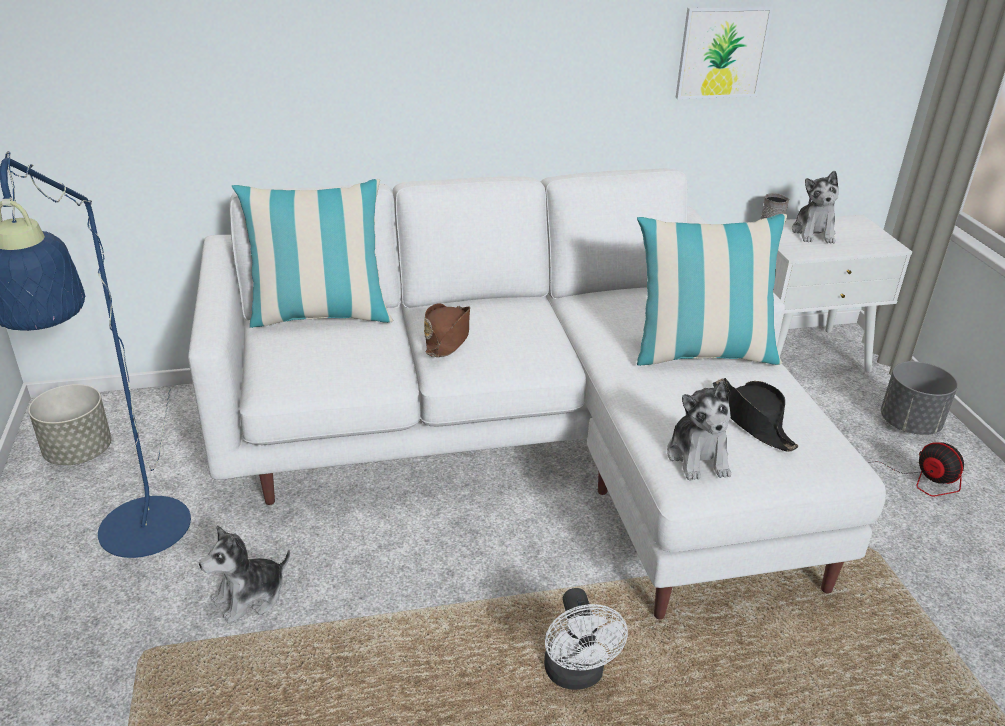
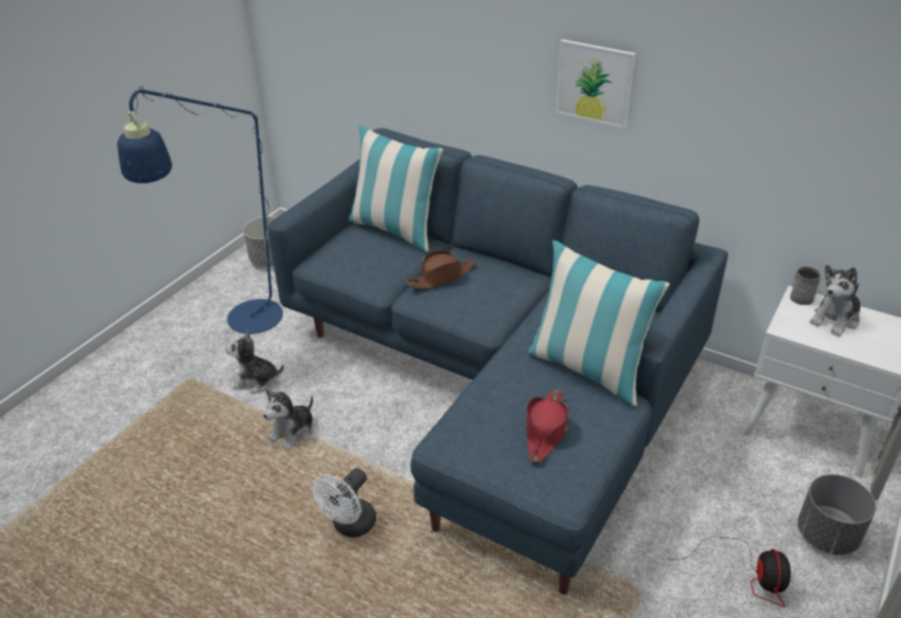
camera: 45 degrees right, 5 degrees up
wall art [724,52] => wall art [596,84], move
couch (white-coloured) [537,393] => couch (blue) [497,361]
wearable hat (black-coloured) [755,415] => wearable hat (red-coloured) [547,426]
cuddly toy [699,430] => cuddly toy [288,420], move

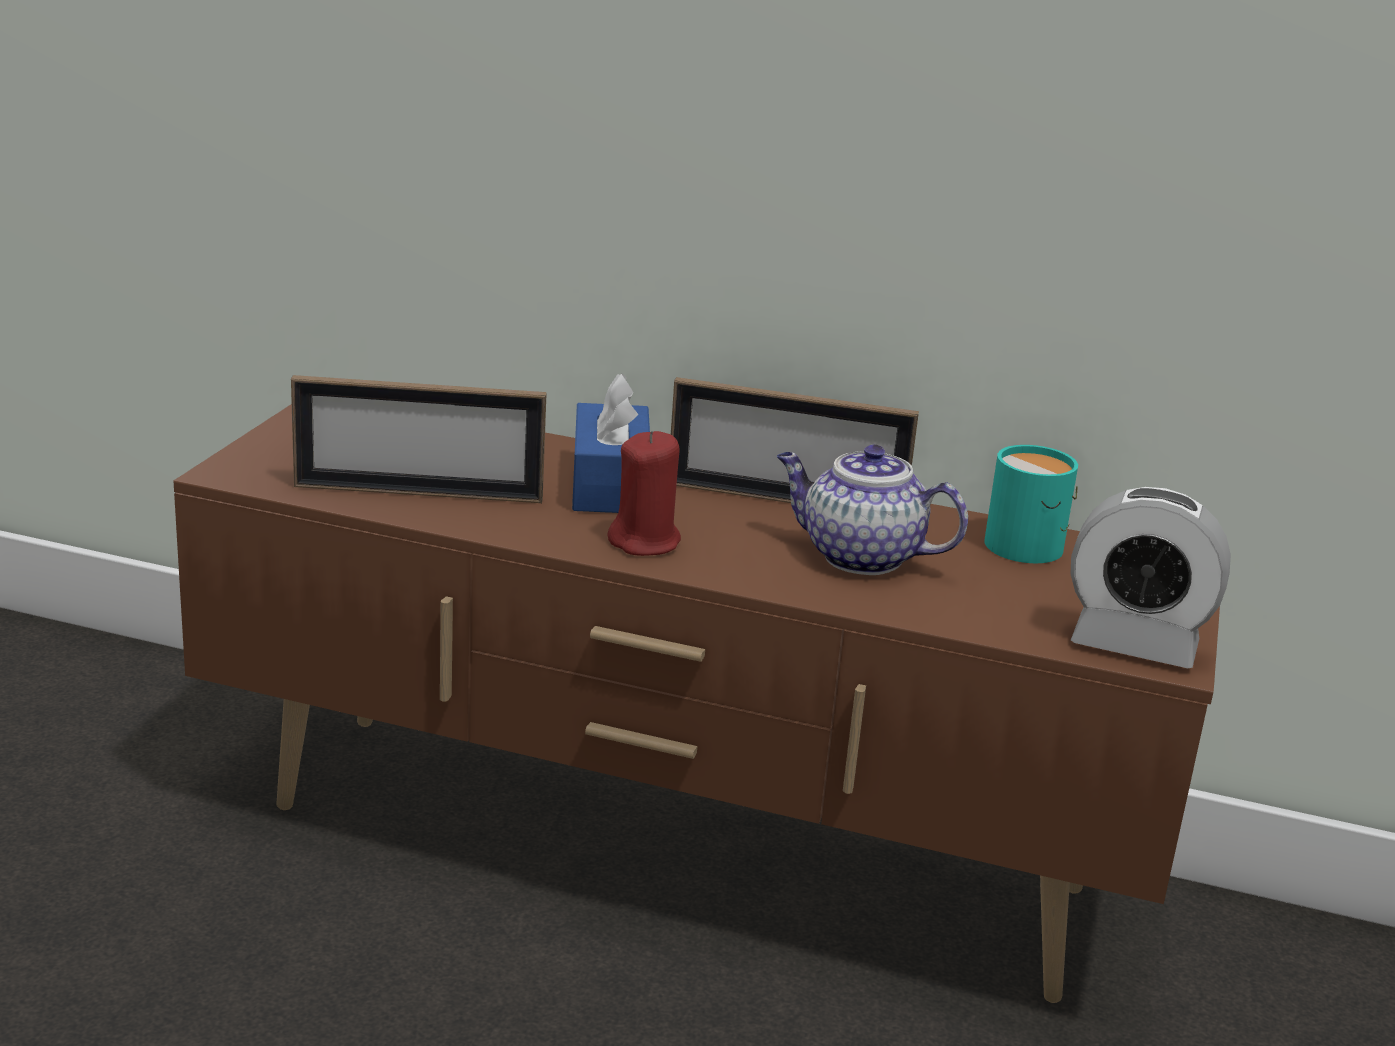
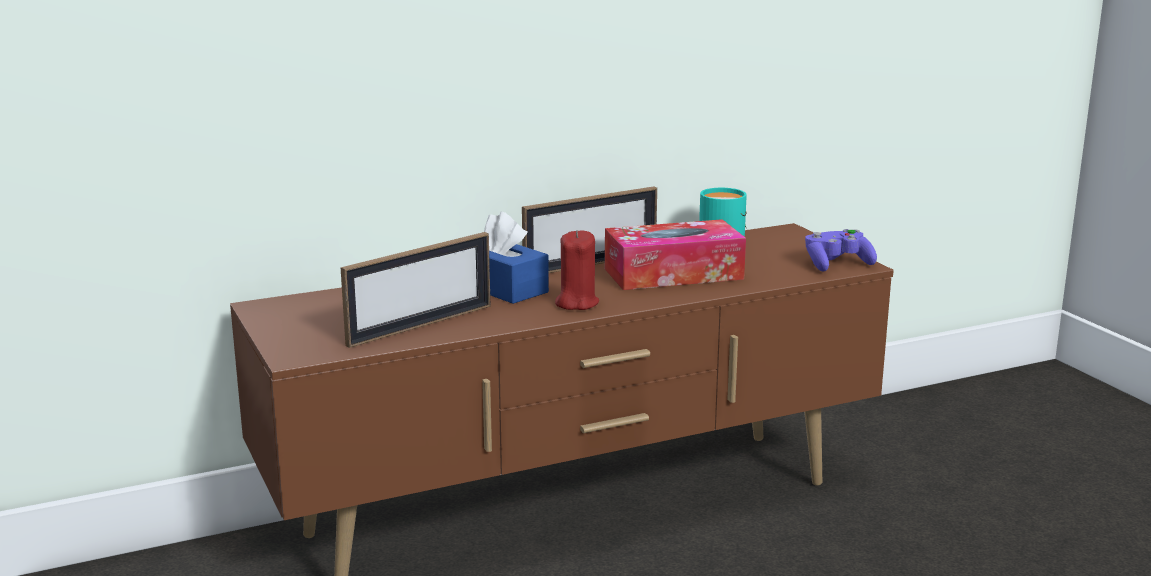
camera: 40 degrees left, 5 degrees down
tea pot [872,510] => tissue holder [675,254]
table clock [1150,577] => game controller (purplish) [841,250]

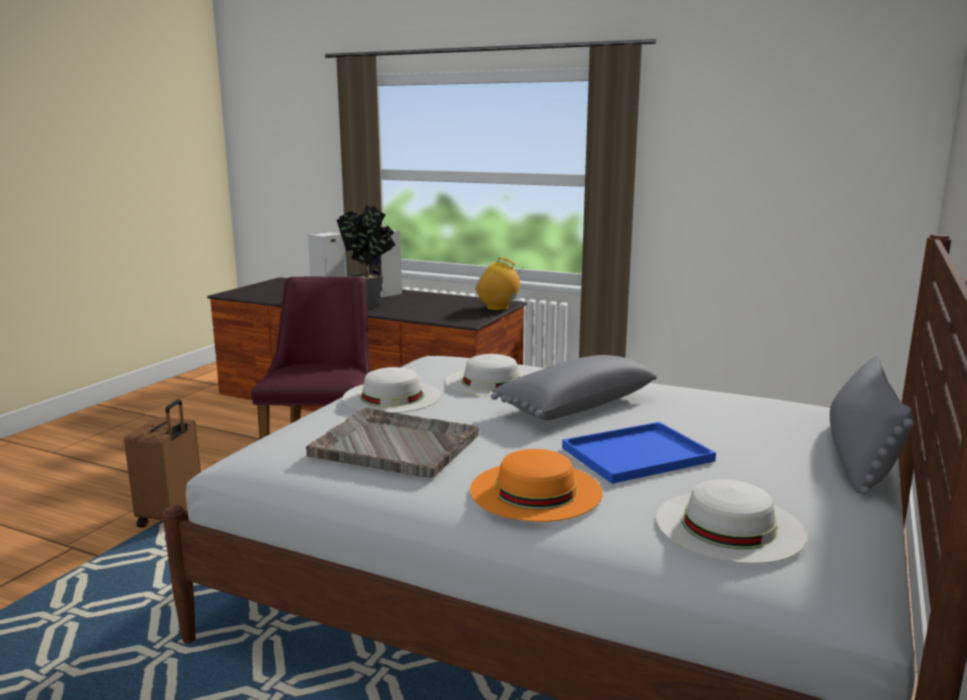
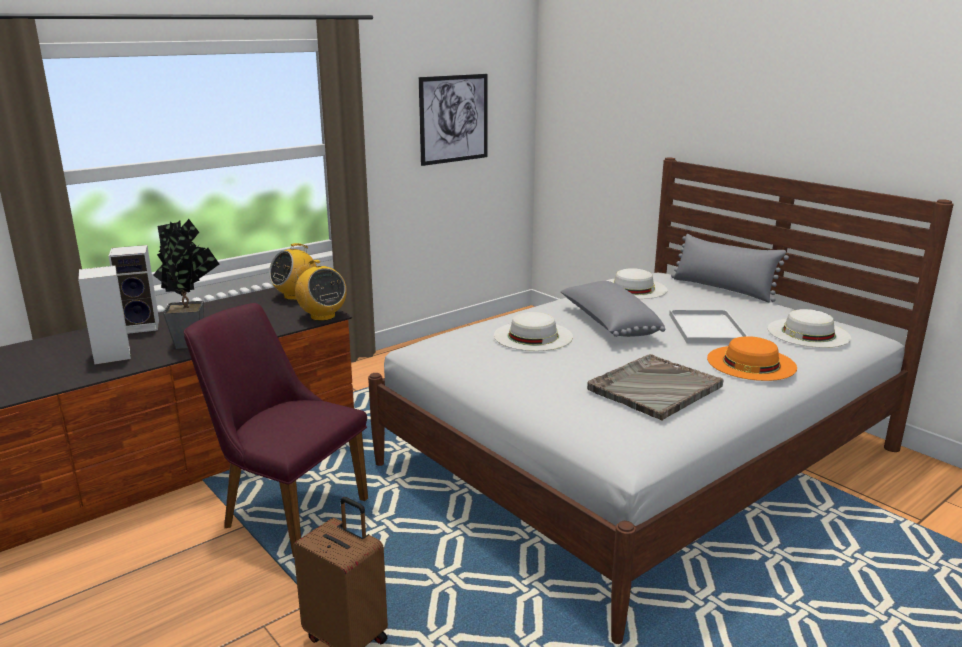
camera: 65 degrees left, 5 degrees up
wearable hat (white-coloured) [392,390] => wearable hat (white-coloured) [637,283], move
carrying tray (blue) [639,453] => carrying tray (white-coloured) [708,327]
nothing => wall art [453,120]
nothing => radio set [321,290]

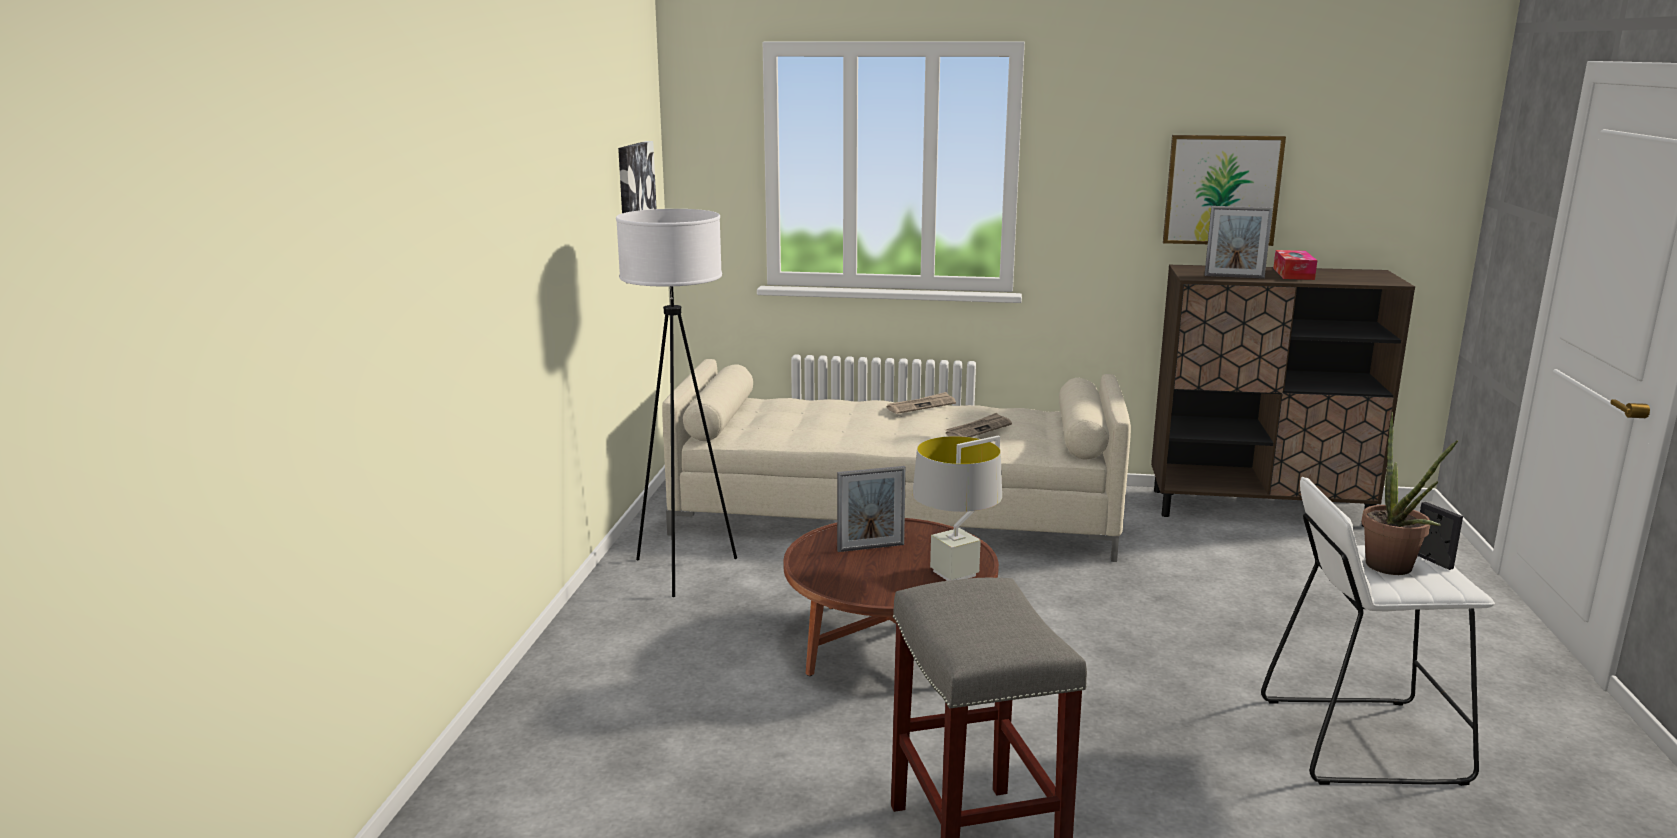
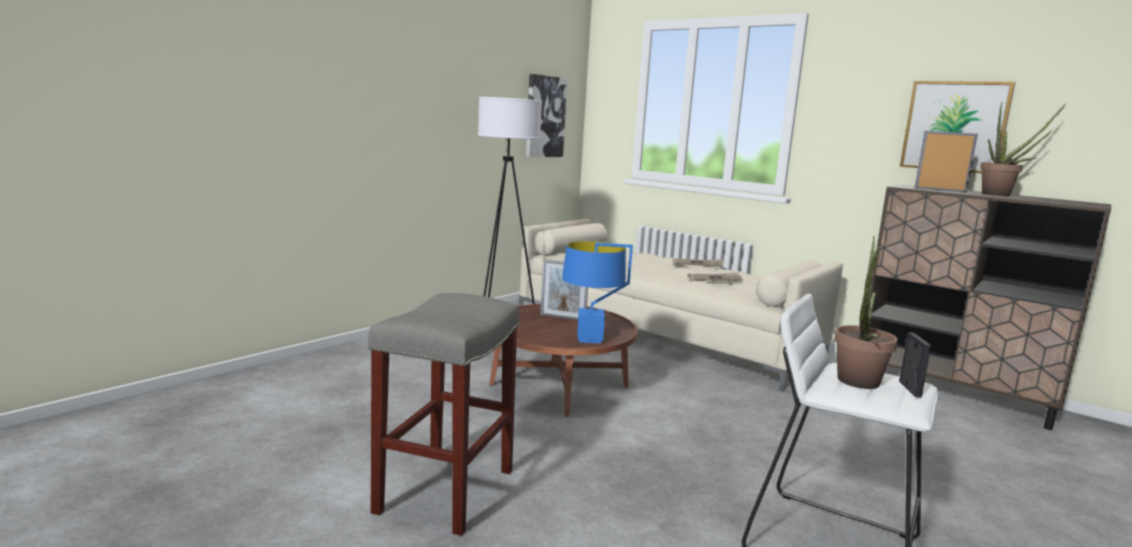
camera: 30 degrees right, 5 degrees down
photo frame [1239,242] => photo frame [946,162], 150 degrees clockwise
tissue holder [1295,265] => houseplant [1023,149]
lamp for a table (grey) [957,508] => lamp for a table (blue) [597,292]

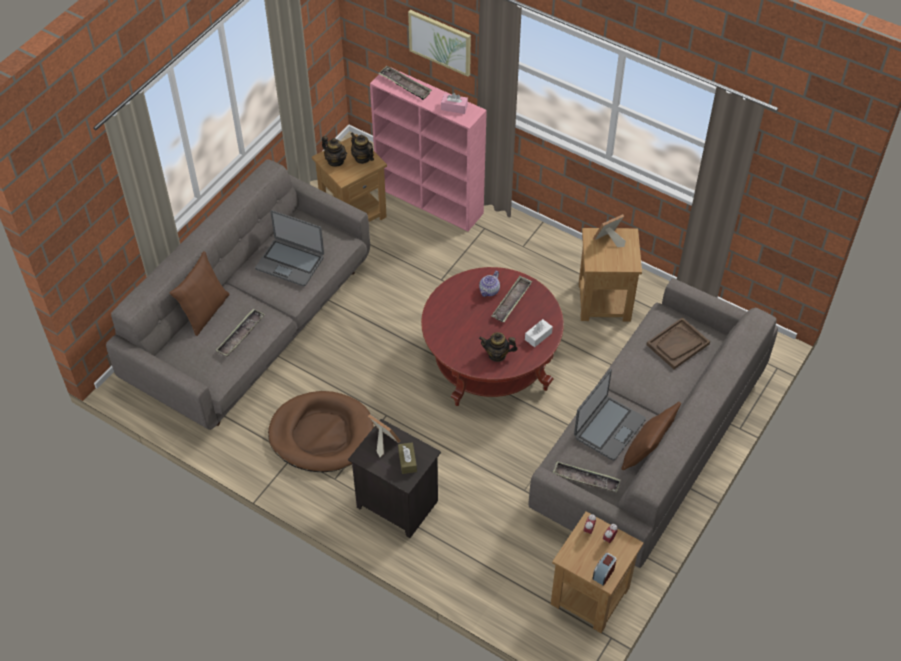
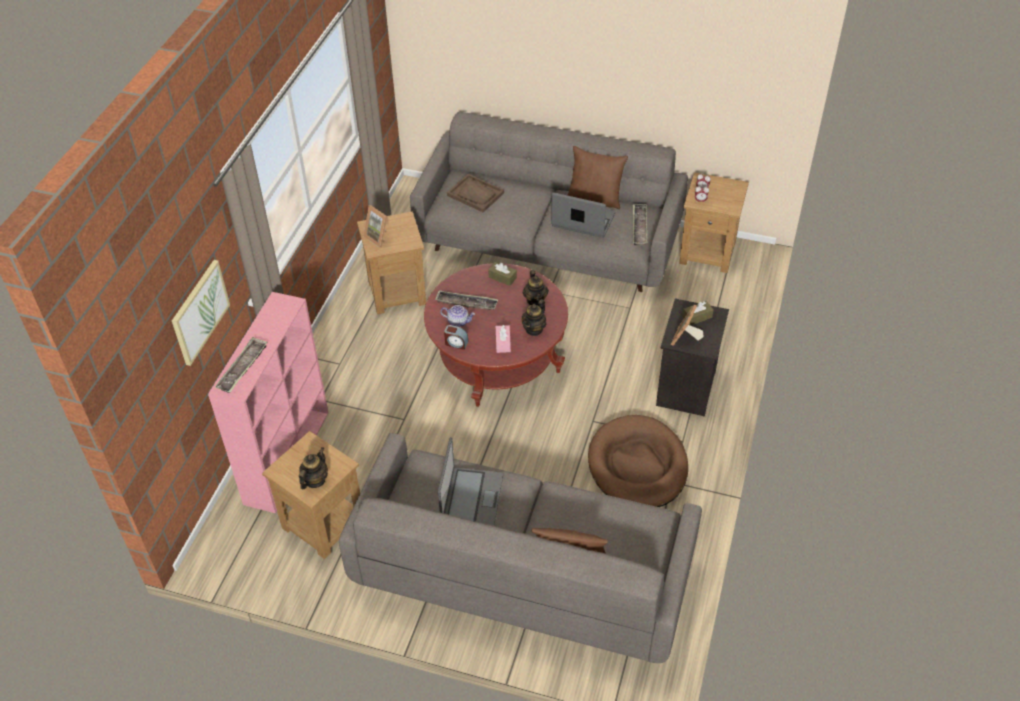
camera: 105 degrees left, 5 degrees down
tissue holder (pink) [454,103] => tissue holder (pink) [503,339], move
tea pot [362,148] => tea pot [534,317], move
carrying tray [240,333] => nothing
tissue holder (white-coloured) [539,333] => tissue holder (brownish) [502,274]
table clock [604,569] => table clock [456,337], move

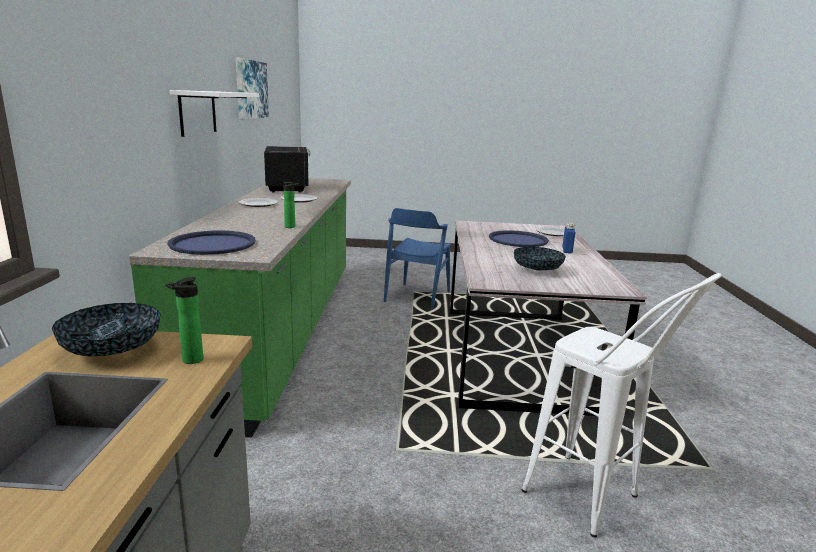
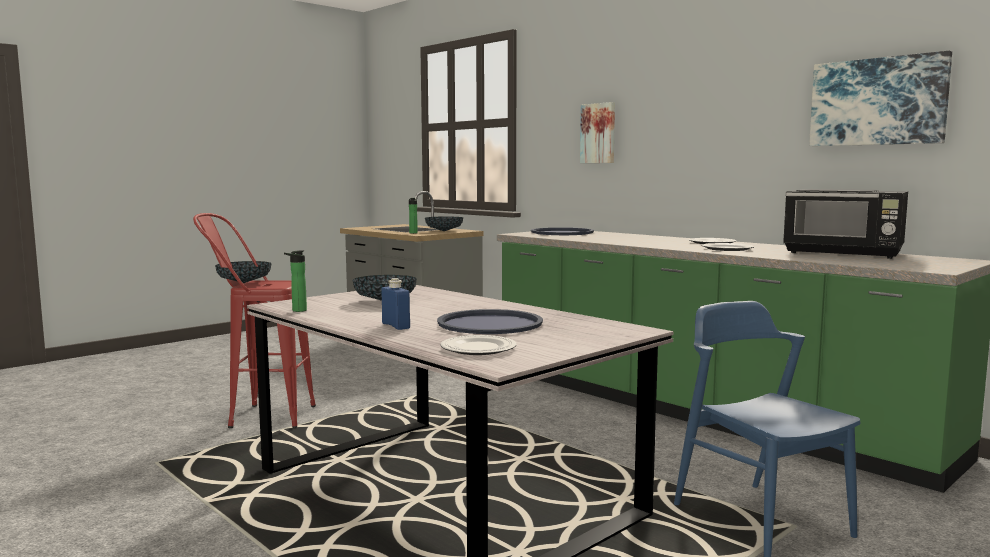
camera: 135 degrees right, 10 degrees down
shelf (white-coloured) [214,113] => nothing
beverage bottle [291,205] => beverage bottle [295,281], move
sitting stool (white-coloured) [622,405] => sitting stool (red-coloured) [254,320]
nothing => wall art [597,132]
nothing => bowl [243,272]

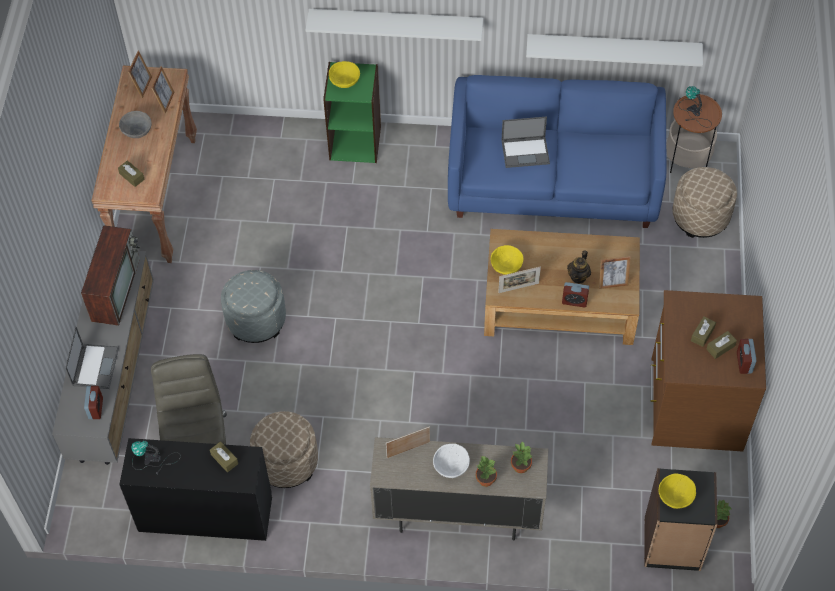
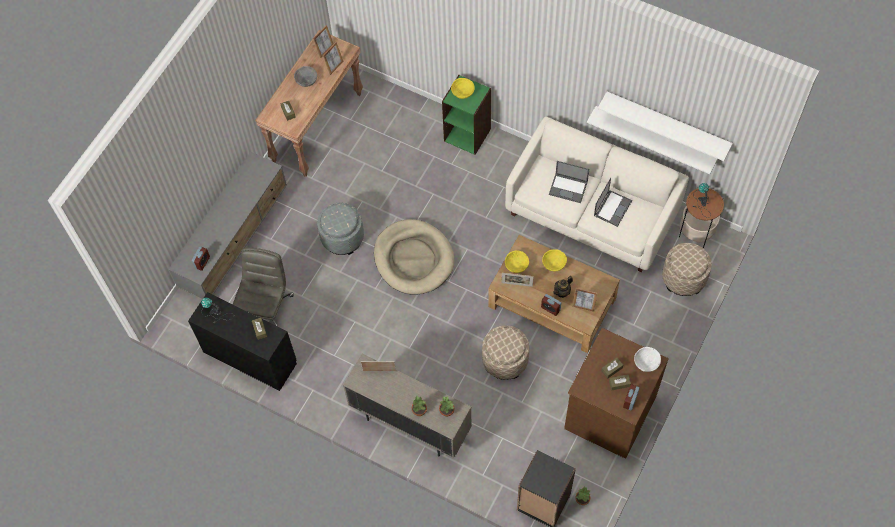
camera: 25 degrees right, 5 degrees up
shelf (white-coloured) [394,25] => shelf (white-coloured) [665,126], move
couch (blue) [557,151] => couch (white-coloured) [597,194]
TV [110,275] => nothing
notebook computer [92,358] => notebook computer [613,202], move
ottoman (sand-coloured) [284,449] => ottoman (sand-coloured) [505,352], move
bowl (white-coloured) [451,461] => bowl (white-coloured) [647,359], move
bowl (yellow) [677,491] => bowl (yellow) [554,260], move
nothing => pet bed (sand-coloured) [414,257]

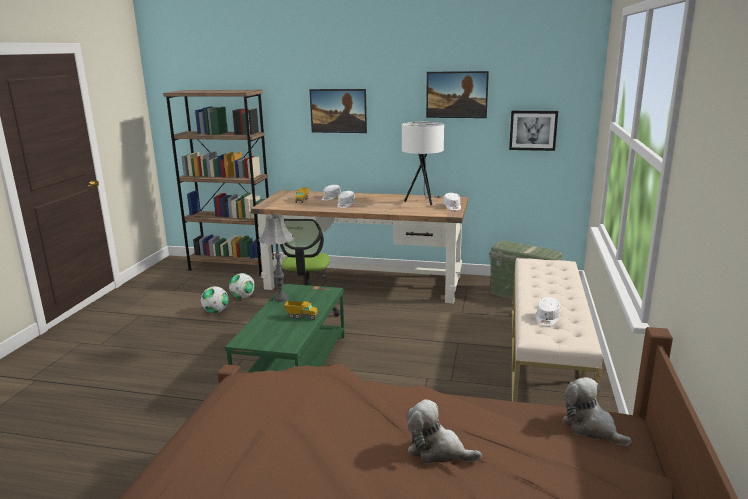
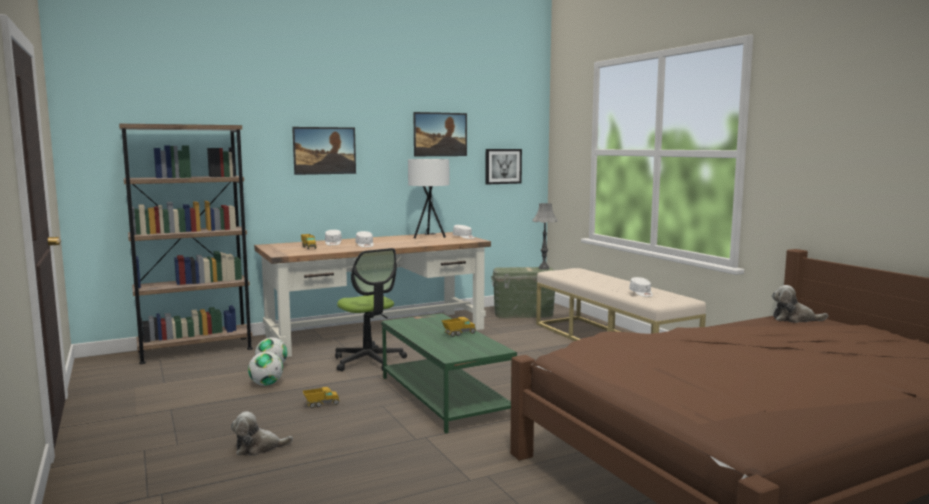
camera: 40 degrees left, 10 degrees down
lamp for a table (grey) [276,258] => lamp for a table (grey) [545,236], move
cuddly toy [444,431] => cuddly toy [262,433], move
nothing => toy truck [321,397]

